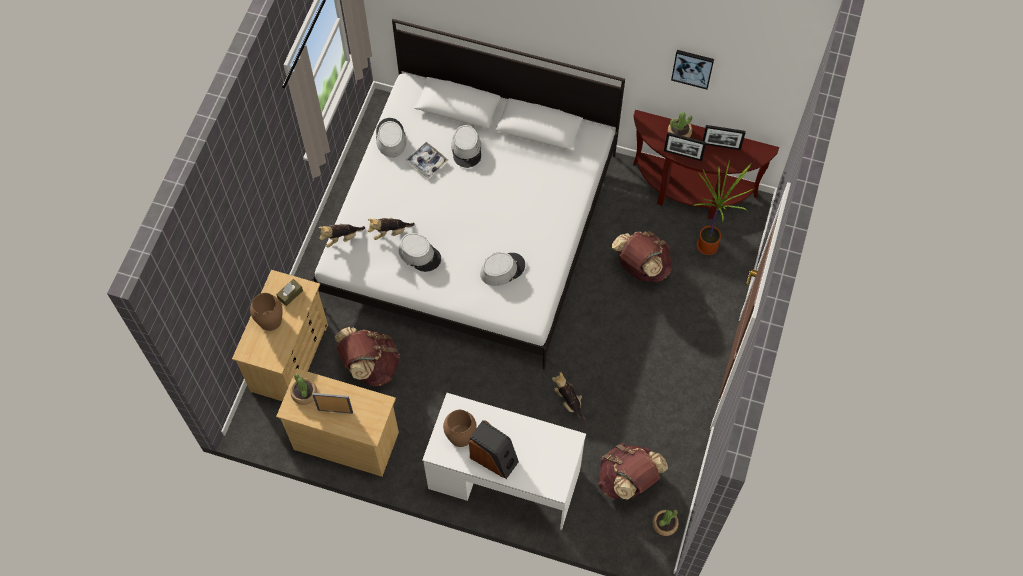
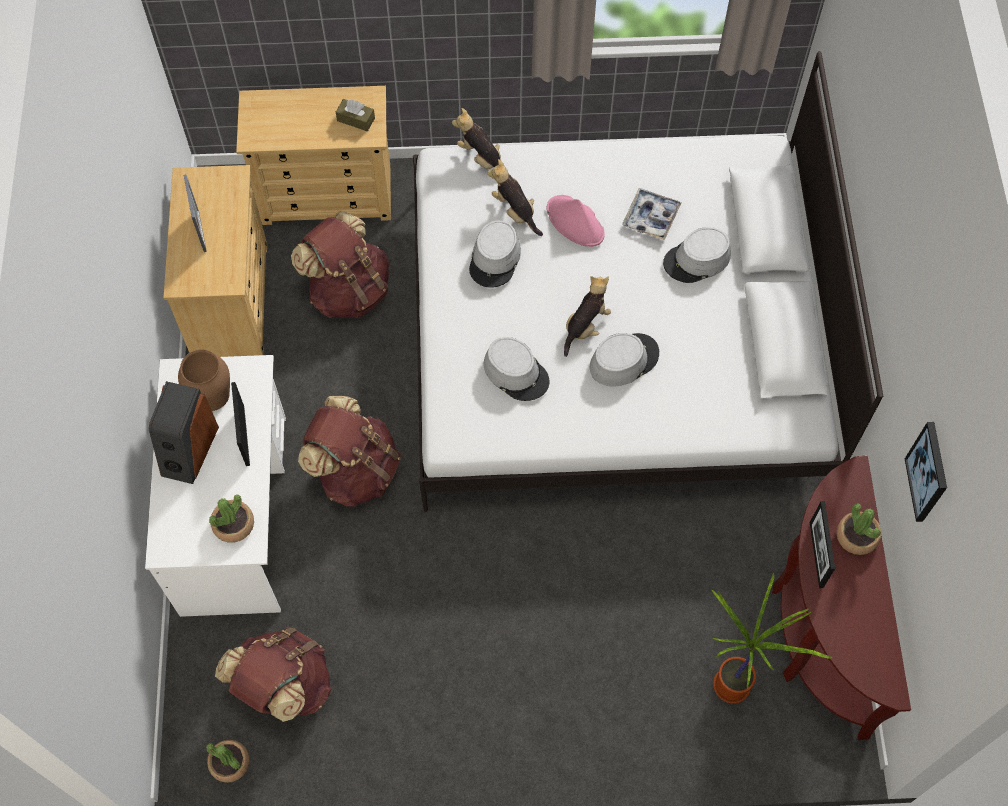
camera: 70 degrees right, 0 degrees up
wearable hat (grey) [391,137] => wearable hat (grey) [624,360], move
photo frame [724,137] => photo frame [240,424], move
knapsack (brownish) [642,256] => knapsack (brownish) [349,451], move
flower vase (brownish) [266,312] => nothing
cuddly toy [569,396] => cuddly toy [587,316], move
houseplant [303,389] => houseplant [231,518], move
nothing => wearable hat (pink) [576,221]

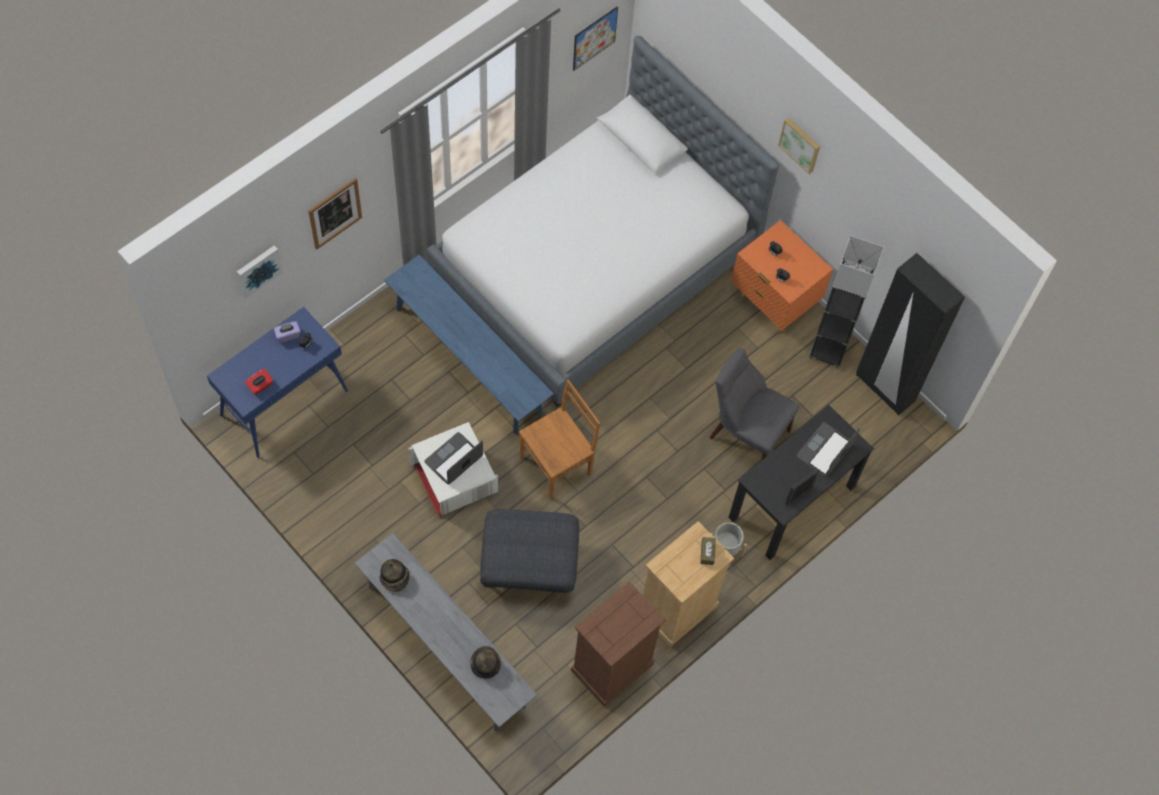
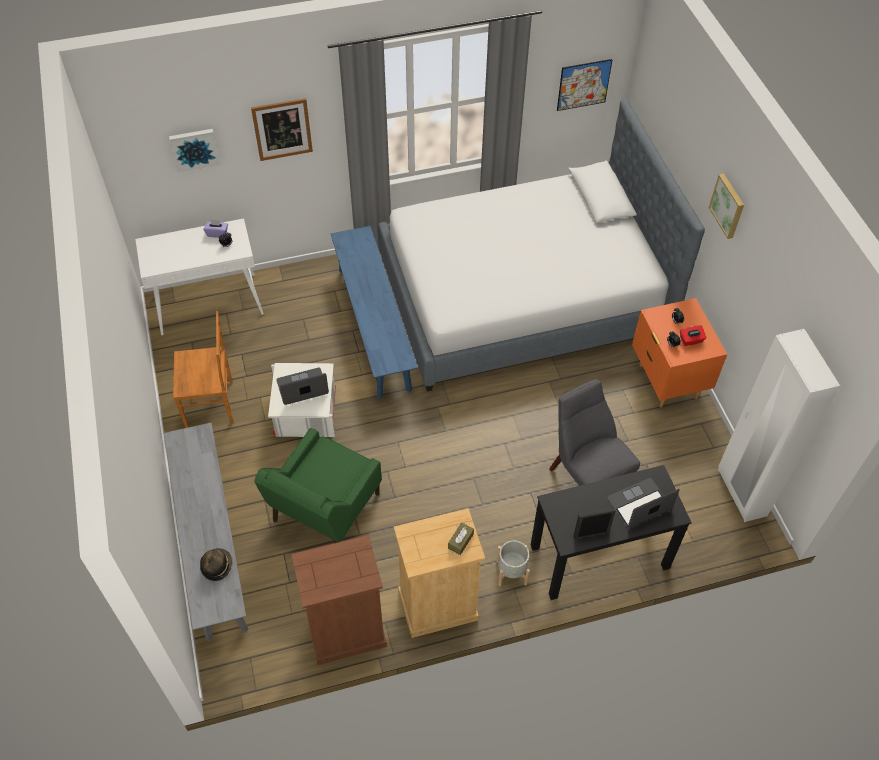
camera: 30 degrees right, 10 degrees down
floor lamp (grey) [846,301] => nothing
wardrobe (black-coloured) [910,334] => wardrobe (white-coloured) [779,425]
hall table (blue) [277,382] => hall table (white-coloured) [199,276]
tissue holder (red-coloured) [259,382] => tissue holder (red-coloured) [693,335], move
upright chair (brownish) [559,439] => upright chair (brownish) [203,369], move
ottoman (grey) [529,551] => lounge chair (greenish) [318,485]
wearable hat [395,575] => nothing

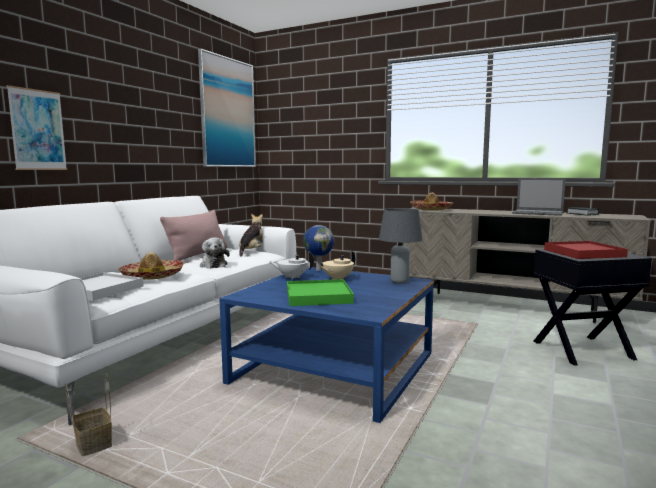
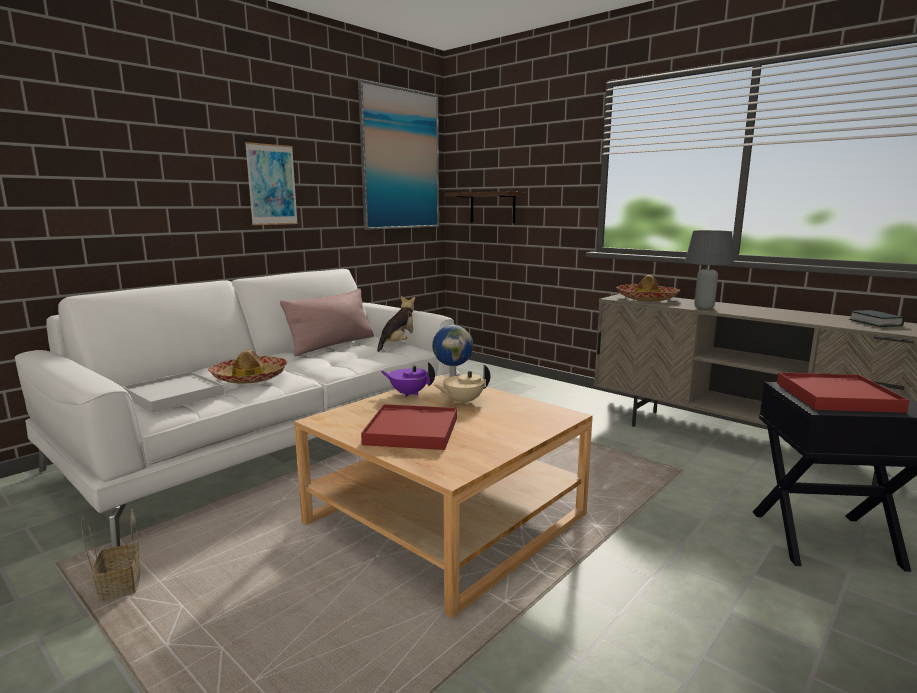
camera: 15 degrees right, 5 degrees up
wall art [36,127] => wall art [271,183], move
notebook computer [539,197] => nothing
lamp for a table (grey) [401,246] => lamp for a table (grey) [709,269], move
cuddly toy [215,253] => nothing
tea pot (white-coloured) [292,265] => tea pot (purplish) [408,379]
coffee table (blue) [326,345] => coffee table (sand-coloured) [443,496]
carrying tray (greenish) [320,292] => carrying tray (red-coloured) [409,427]
nothing => shelf [485,207]

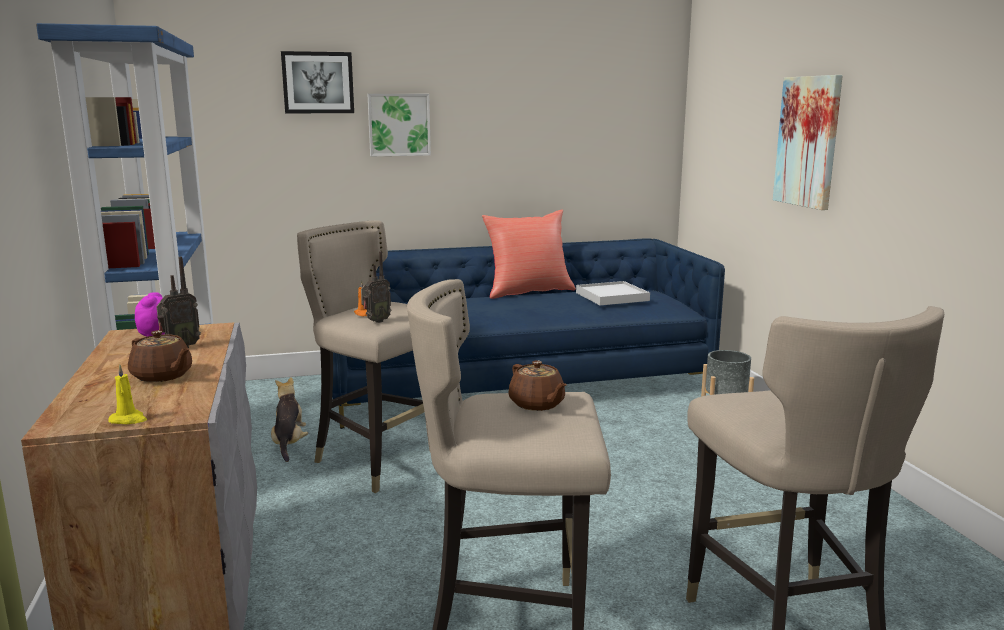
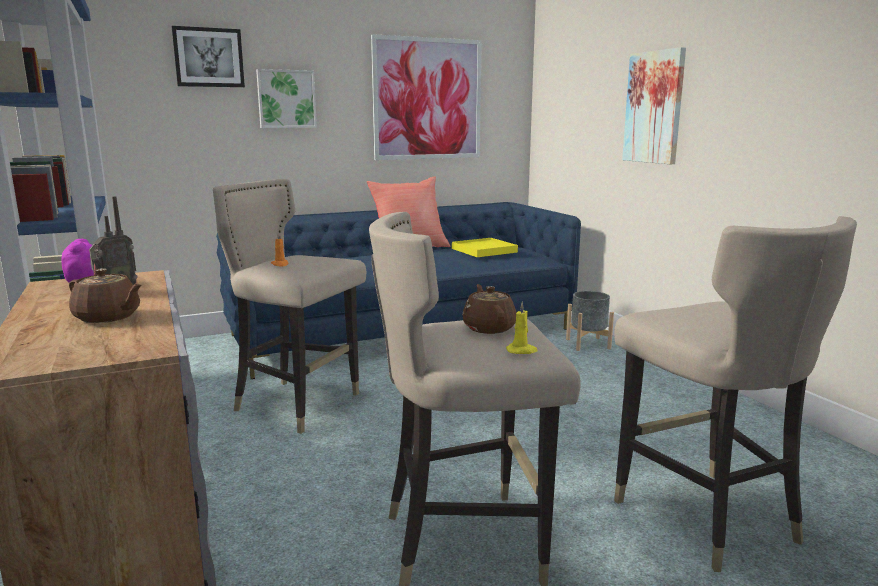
camera: 10 degrees left, 0 degrees up
radio set [376,287] => nothing
carrying tray (white-coloured) [613,293] => carrying tray (yellow) [485,247]
tea pot (brownish) [537,385] => tea pot (brownish) [490,309], 150 degrees counterclockwise
candle (yellow) [127,394] => candle (yellow) [522,327], move
cuddly toy [289,419] => nothing
nothing => wall art [426,97]

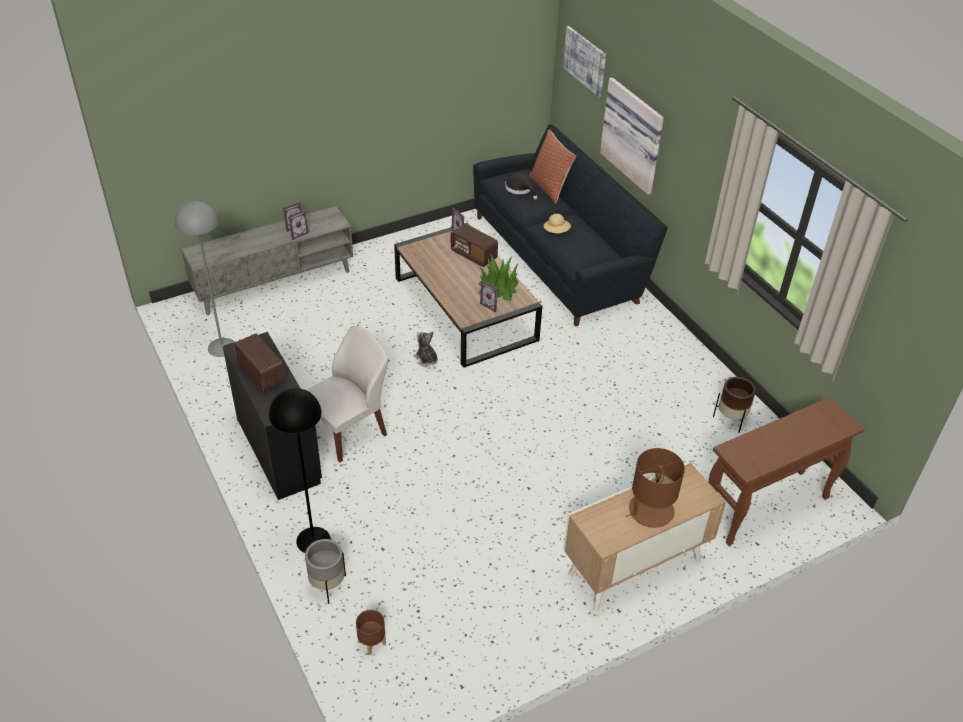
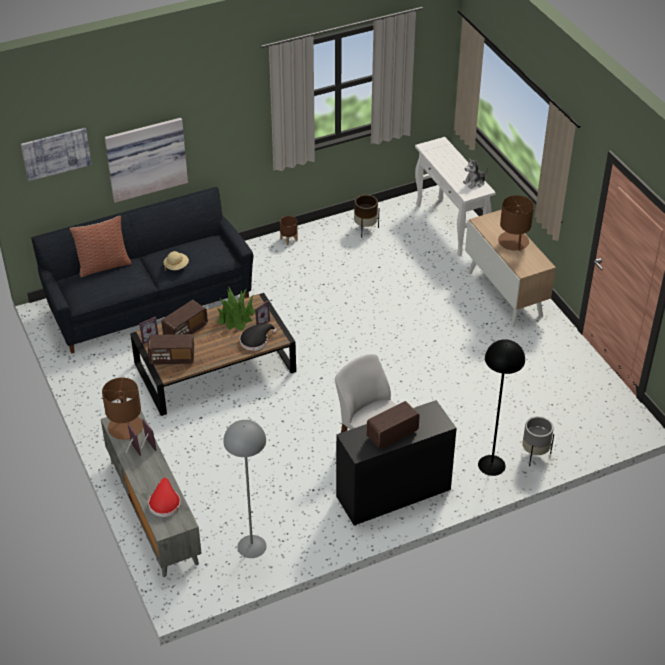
camera: 85 degrees left, 0 degrees up
wearable hat (black-coloured) [521,186] => wearable hat (black-coloured) [258,337], move
cuddly toy [425,349] => cuddly toy [475,173], move
hall table (brownish) [786,471] => hall table (white-coloured) [455,196]
flower pot (brownish) [371,632] => flower pot (brownish) [289,230], move
nothing => radio set [171,349]
nothing => lamp for a table (brownish) [122,408]
nothing => wearable hat (red-coloured) [165,497]

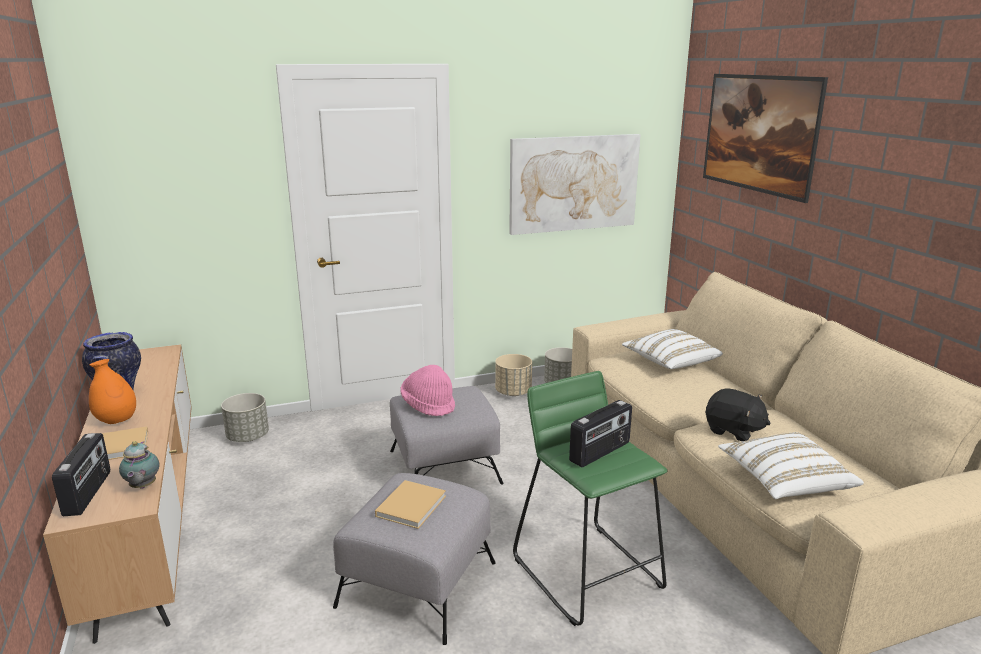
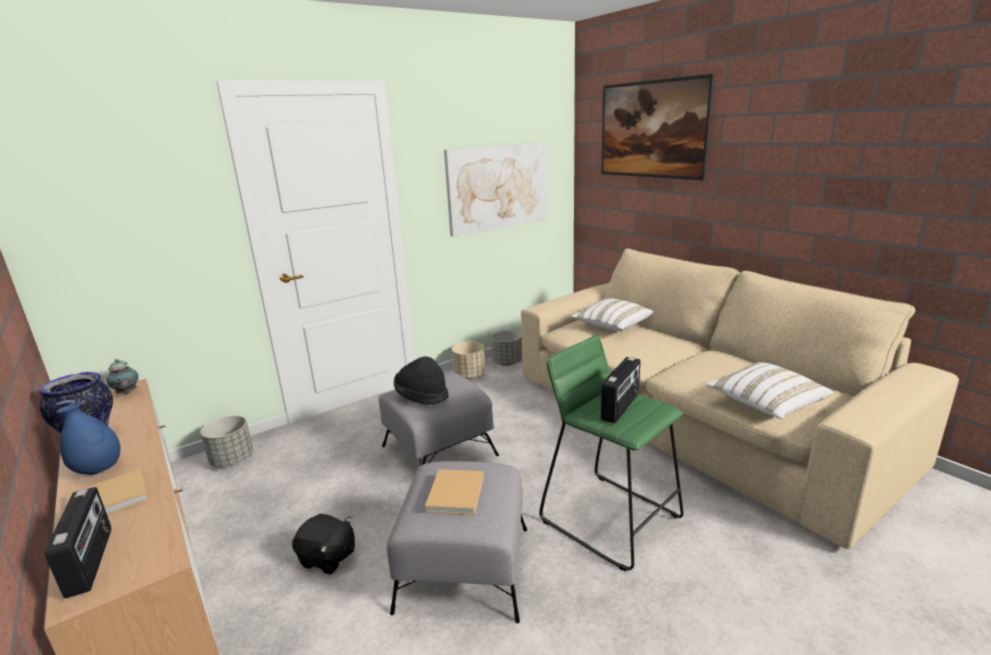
camera: 15 degrees left, 0 degrees up
flower vase (orange-coloured) [112,391] => flower vase (blue) [88,438]
wearable hat (pink) [428,390] => wearable hat (black-coloured) [421,380]
cuddly toy (black-coloured) [738,414] => cuddly toy (black-coloured) [323,544], move
tea pot [139,465] => tea pot [122,377], move

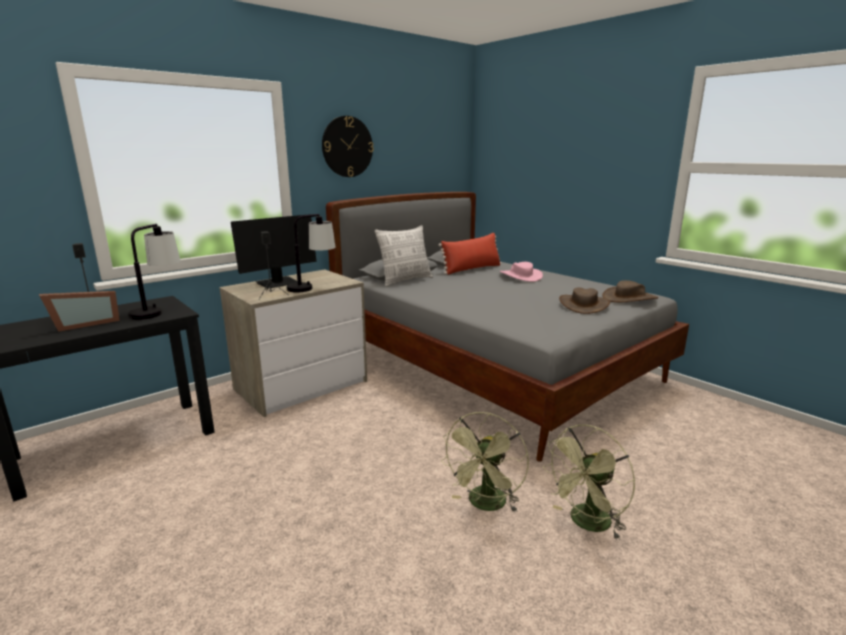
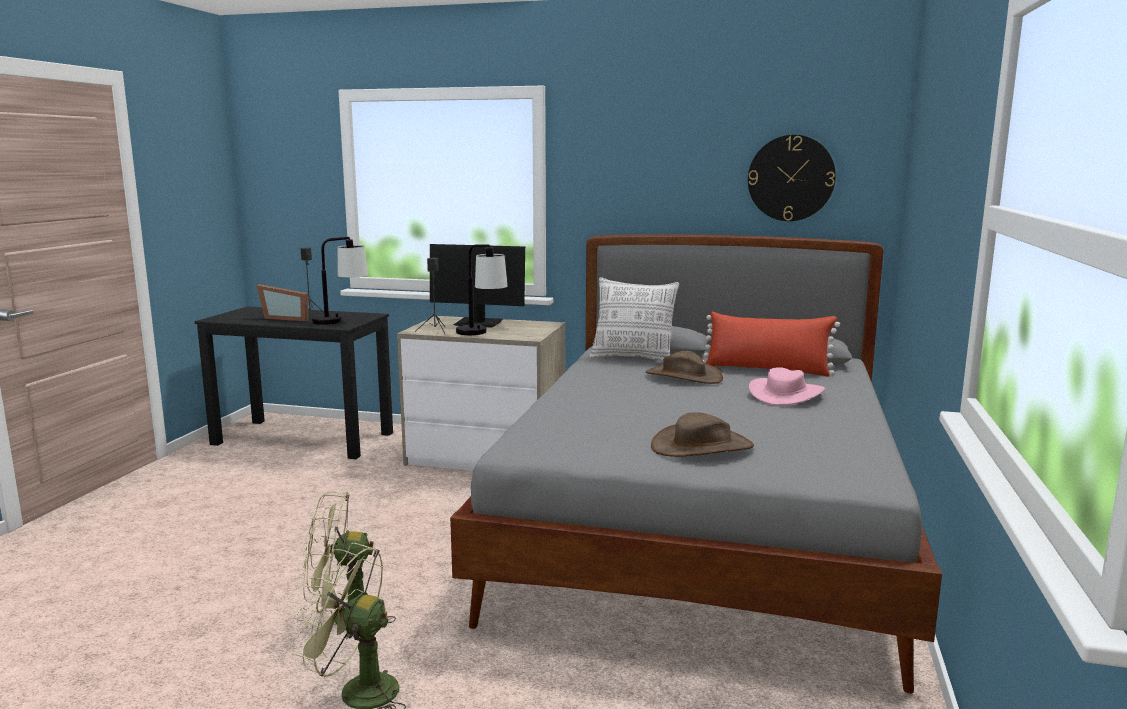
camera: 55 degrees right, 5 degrees down
clock on the wall [348,146] => clock on the wall [792,178], move
wearable hat (brownish) [630,291] => wearable hat (brownish) [684,367], move

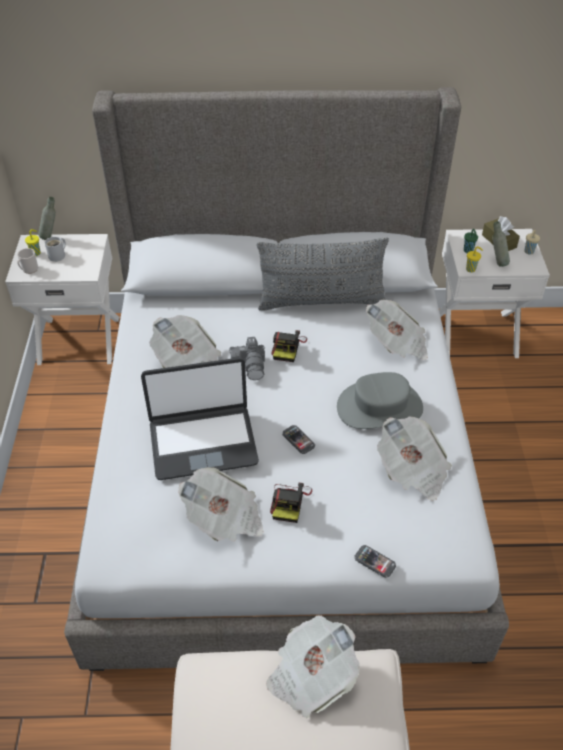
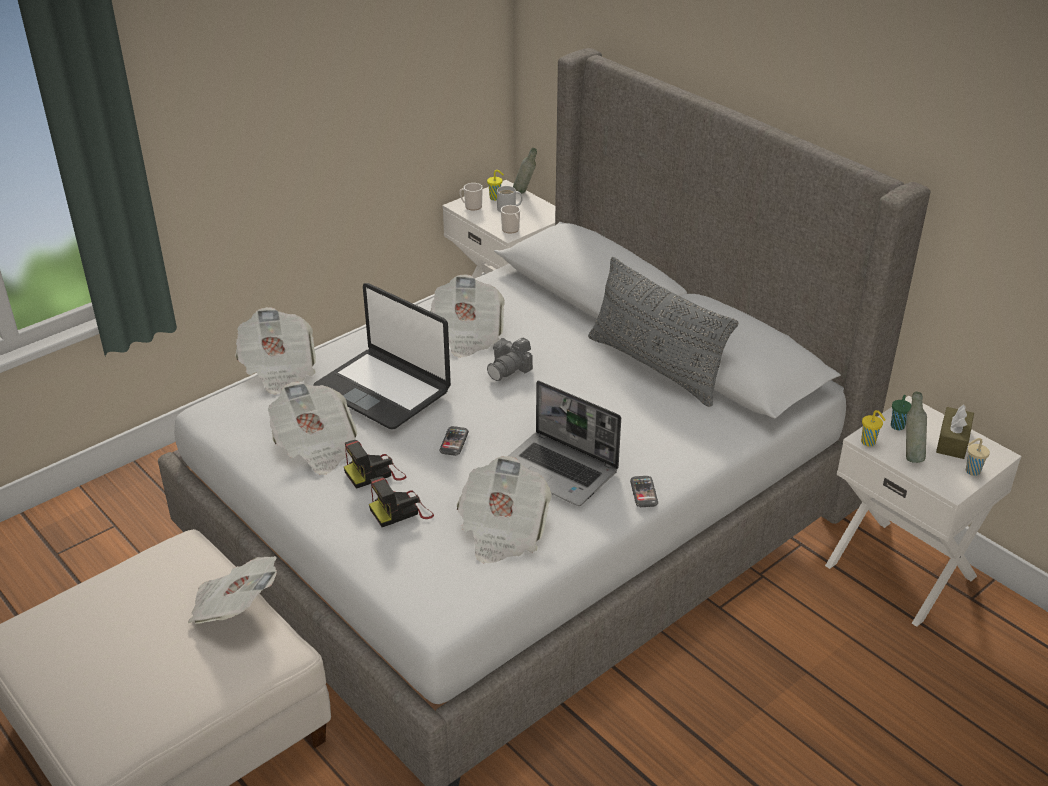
camera: 50 degrees right, 10 degrees down
printed paper [397,330] => printed paper [275,351], move
still camera [289,346] => still camera [401,502], move
wearable hat (grey) [380,400] => notebook computer [565,443]
phone [375,561] => phone [644,491], move
nothing => tea mug [510,219]

